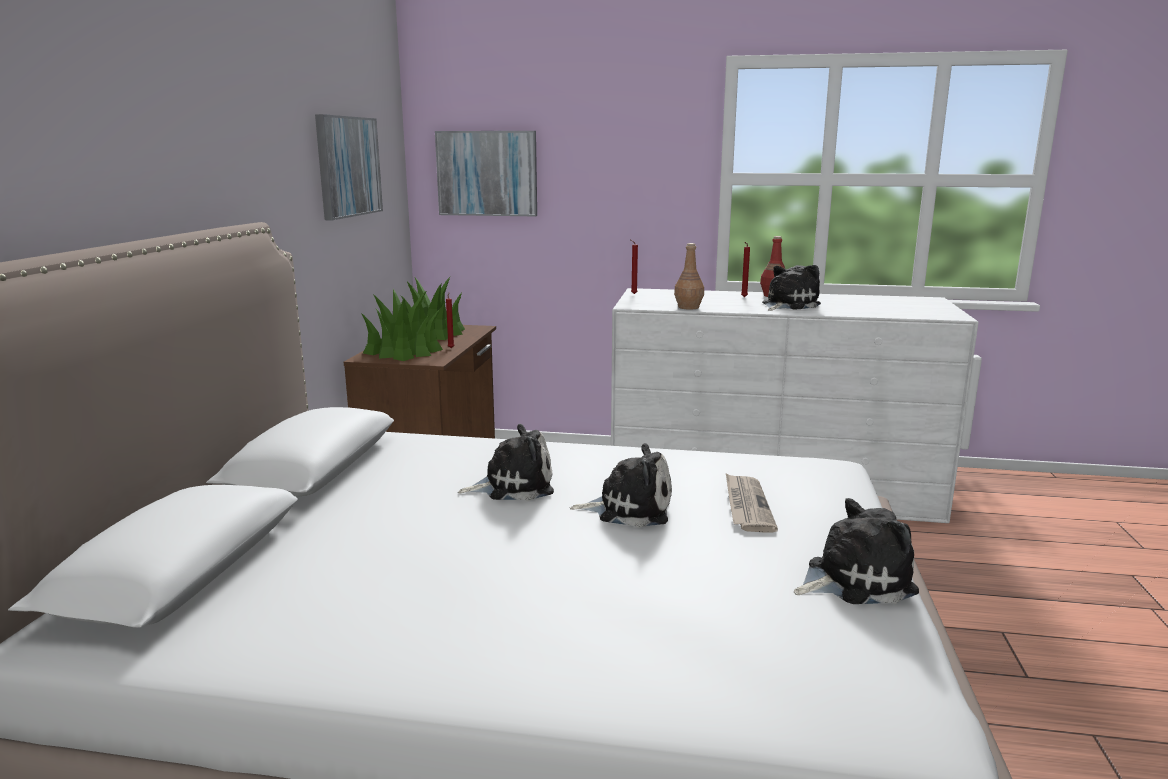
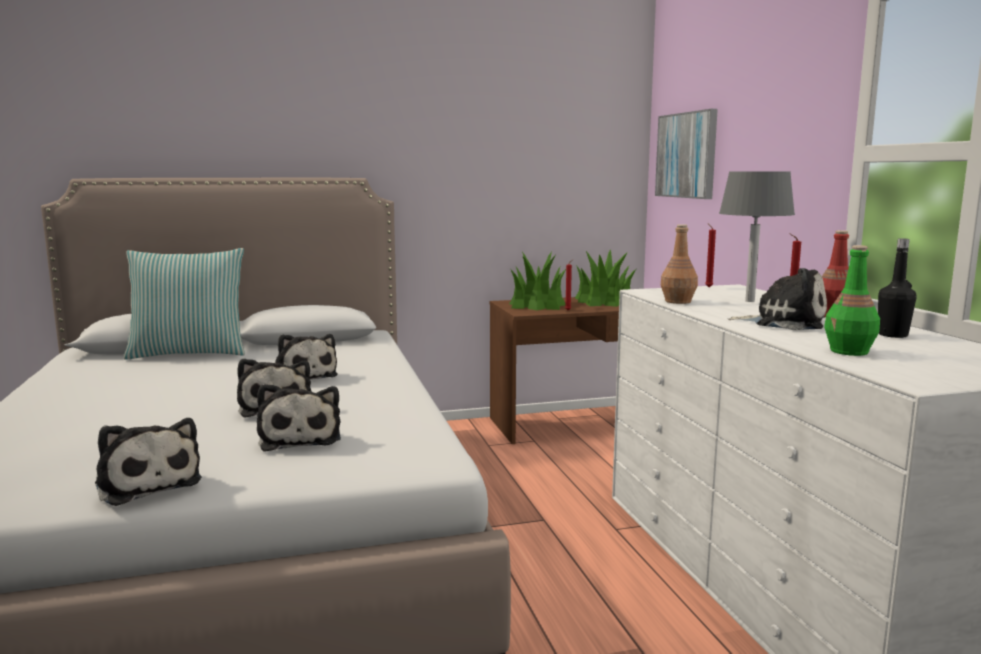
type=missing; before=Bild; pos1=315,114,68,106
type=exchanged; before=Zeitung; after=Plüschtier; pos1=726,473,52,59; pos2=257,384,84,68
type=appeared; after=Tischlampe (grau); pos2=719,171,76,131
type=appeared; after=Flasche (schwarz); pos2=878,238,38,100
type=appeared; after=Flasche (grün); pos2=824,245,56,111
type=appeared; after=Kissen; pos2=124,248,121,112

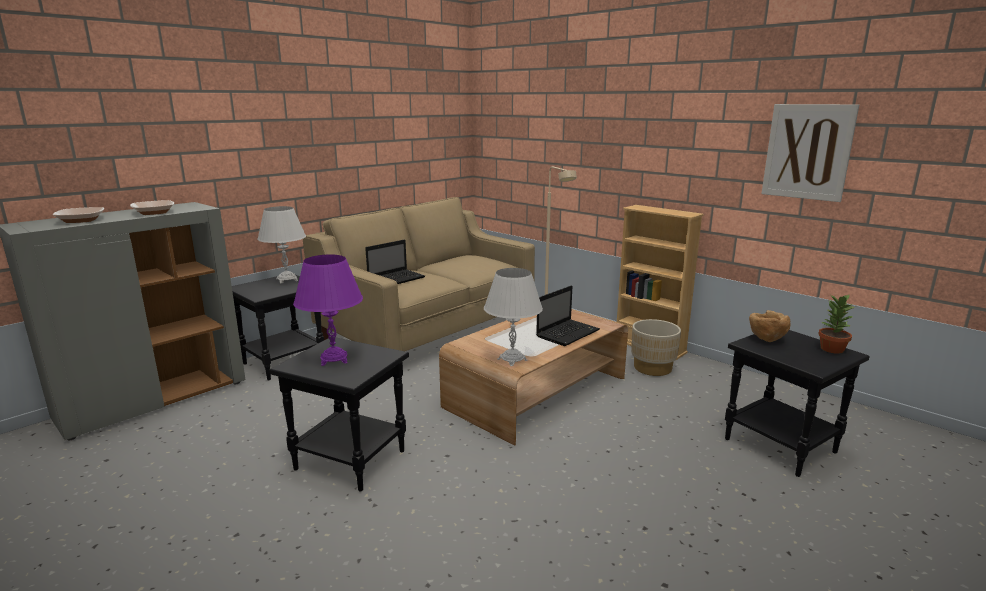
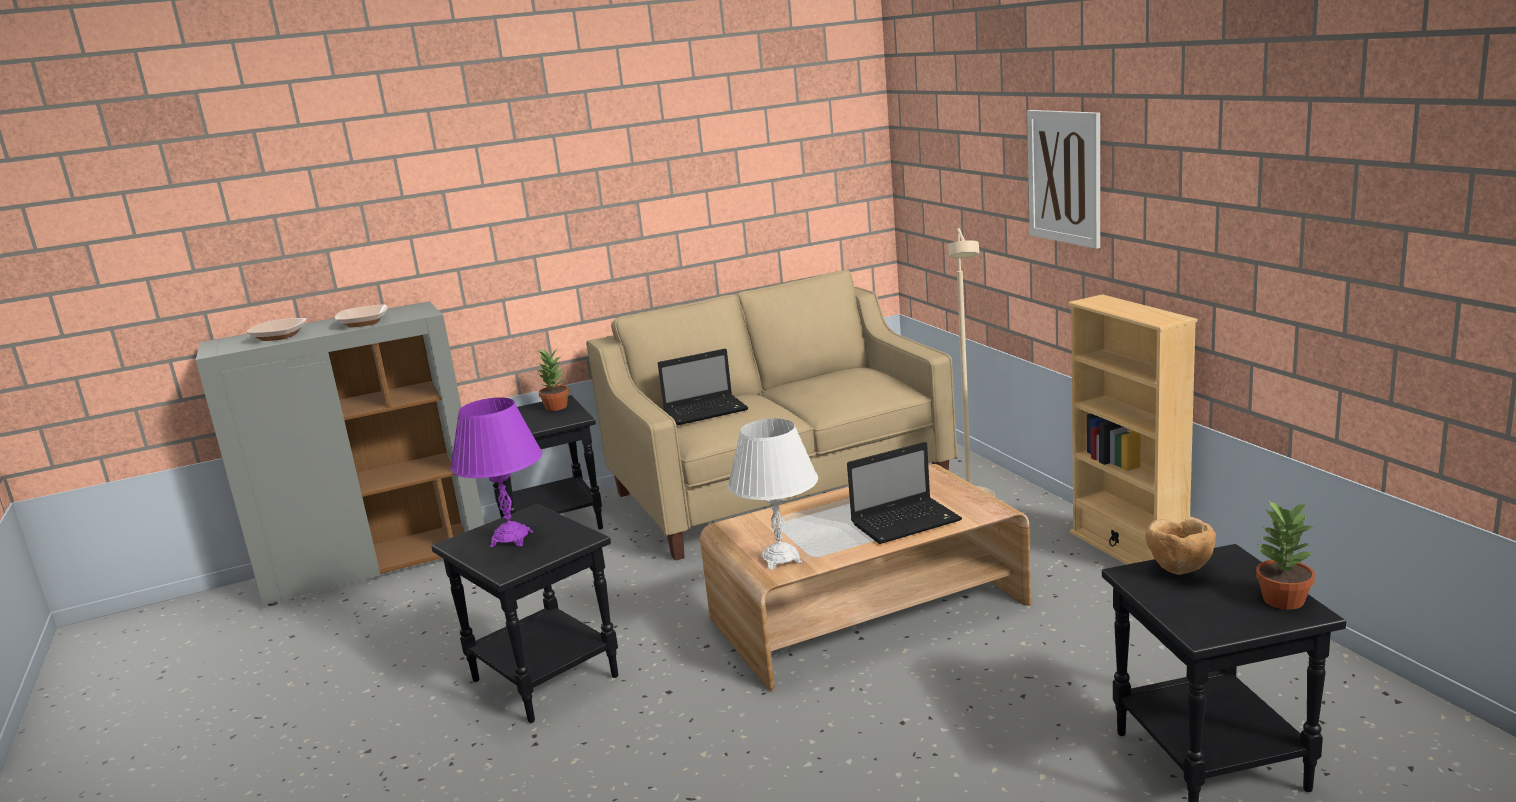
type=relocated; before=Bild; pos1=761,104,98,98; pos2=1027,110,73,139
type=exchanged; before=Tischlampe (weiß); after=Topfpflanze; pos1=257,206,49,78; pos2=536,350,33,61
type=missing; before=Pflanzkübel (beige); pos1=631,319,50,57

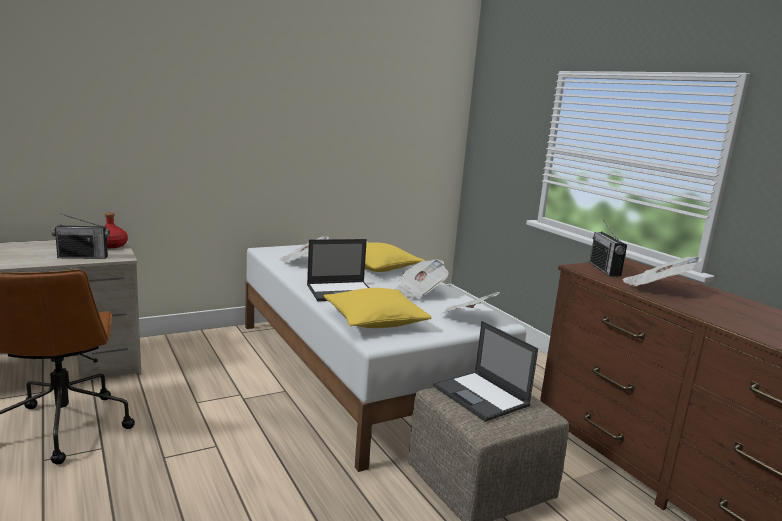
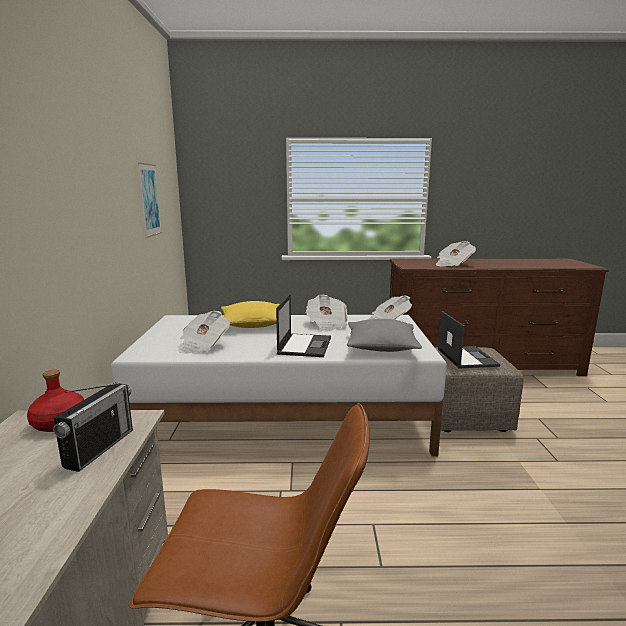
type=missing; before=Radio; pos1=589,220,38,57
type=colour; before=Kissen (gelb); after=Kissen (grau); pos1=324,288,107,40; pos2=347,319,75,33
type=spun; before=Laptop; pos1=433,321,105,101; pos2=438,311,62,58; turn=-90
type=appeared; after=Bild; pos2=138,163,24,75

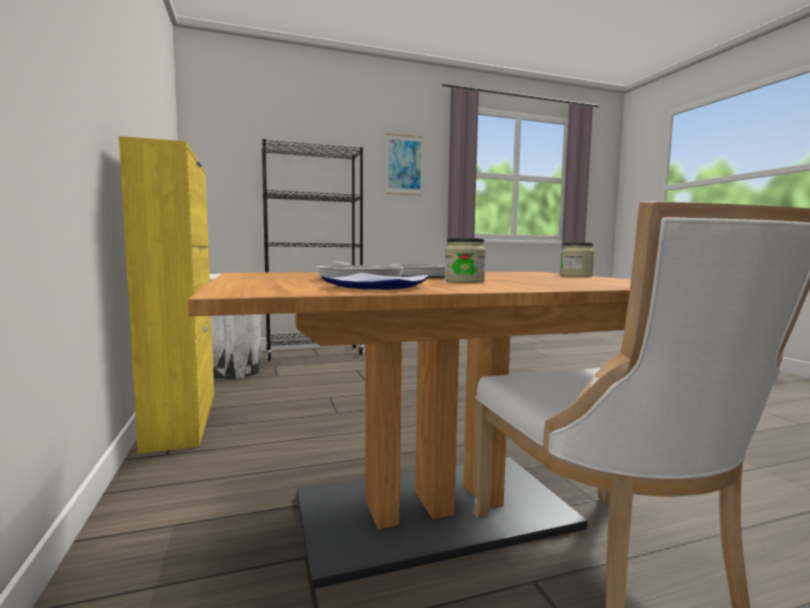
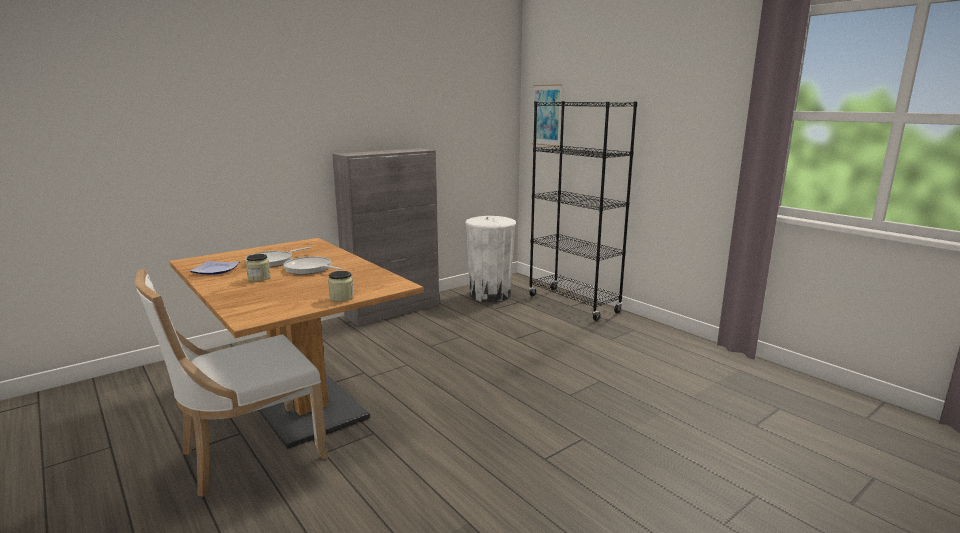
type=relocated; before=Bild; pos1=386,133,37,63; pos2=532,84,30,63
type=colour; before=Schrank (gelb); after=Schrank (grau); pos1=119,136,95,318; pos2=332,148,107,178

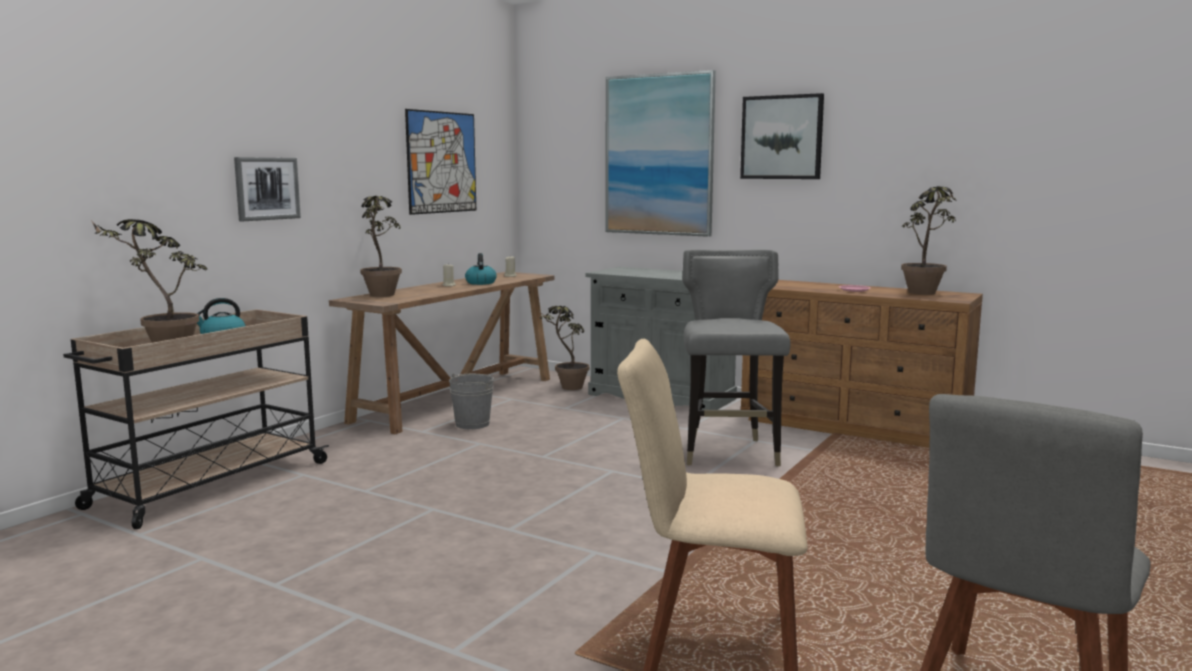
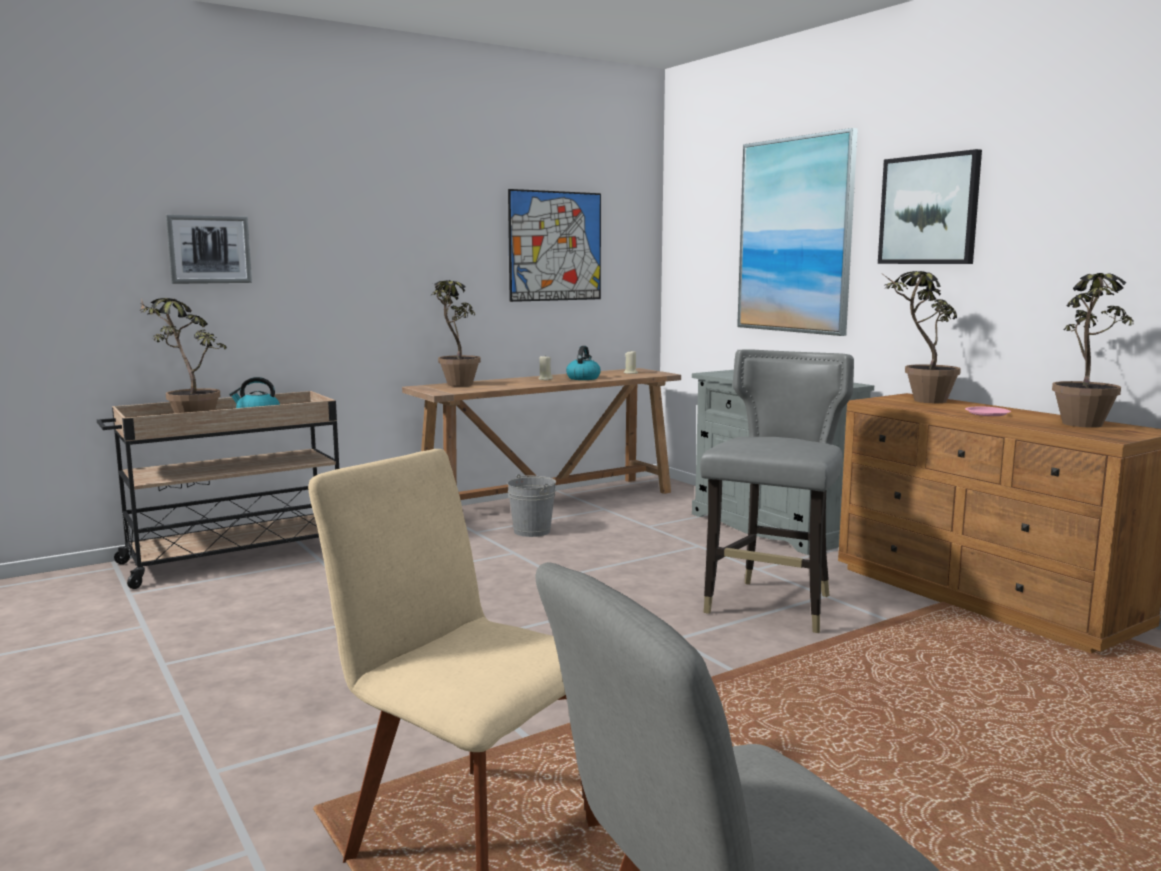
type=relocated; before=Bild; pos1=234,157,67,64; pos2=166,215,86,69
type=relocated; before=Topfpflanze; pos1=538,306,51,84; pos2=880,271,81,132

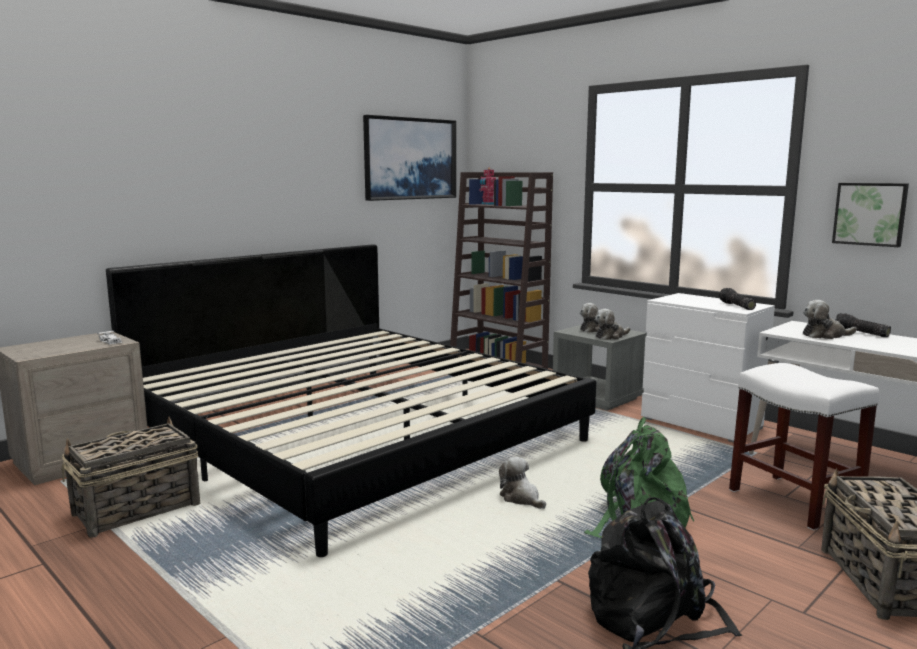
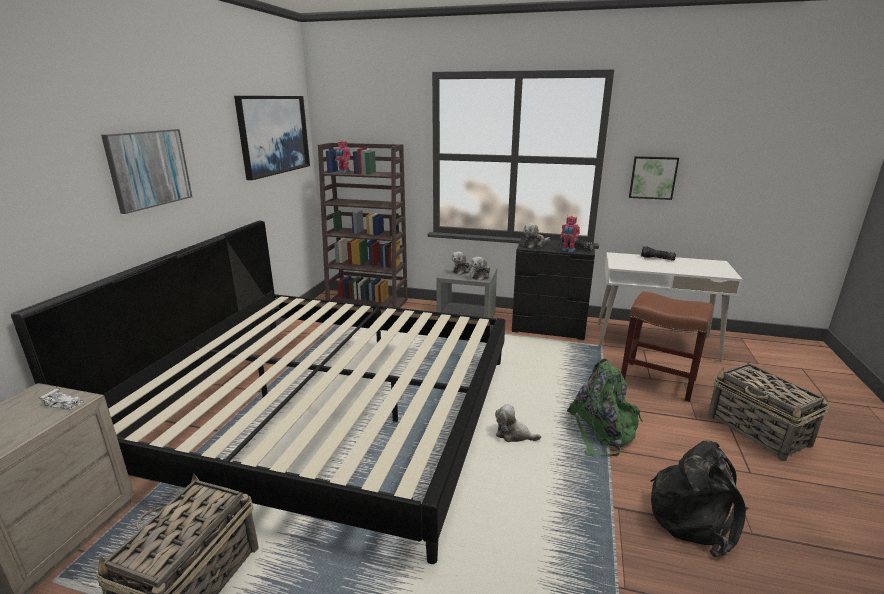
type=colour; before=Kommode (weiß); after=Kommode (schwarz); pos1=641,293,134,149; pos2=512,238,83,102
type=relocated; before=Plüschtier; pos1=803,300,54,39; pos2=523,223,27,25
type=colour; before=Hocker (weiß); after=Hocker (braun); pos1=729,363,150,167; pos2=621,291,92,111
type=appeared; after=Bild; pos2=101,129,91,85
type=appeared; after=Spielzeugroboter; pos2=560,216,20,36

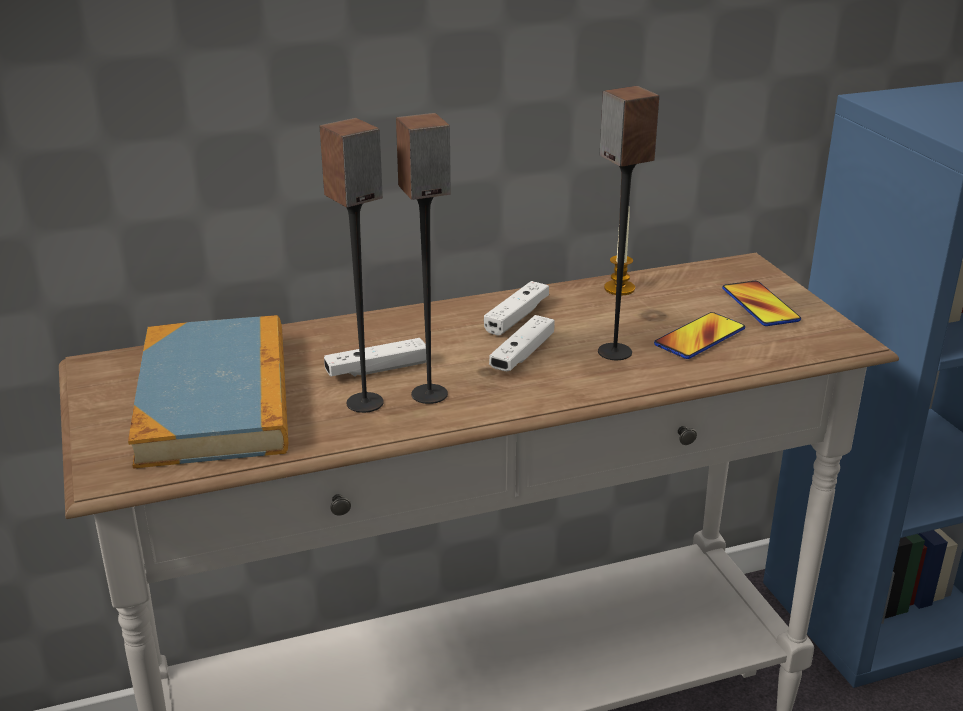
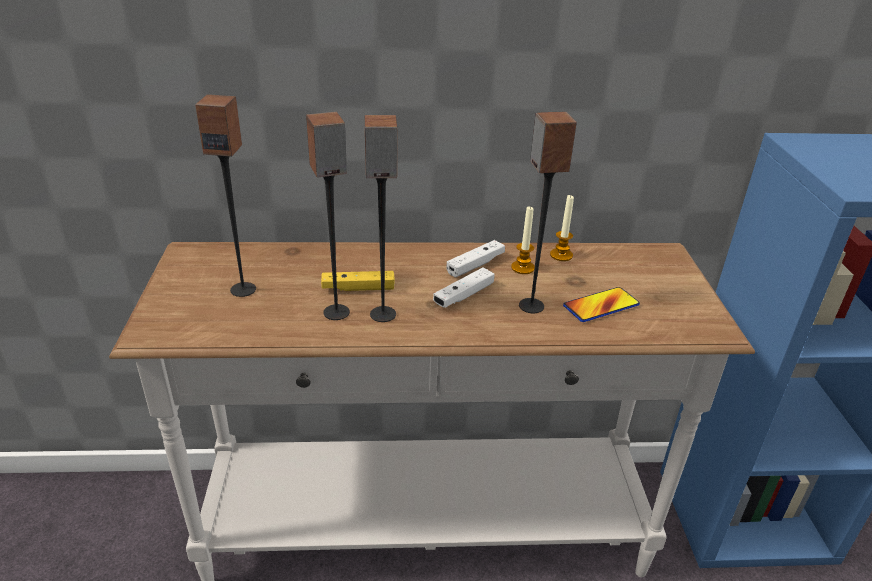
type=missing; before=Handy; pos1=722,281,79,45
type=exchanged; before=Buch; after=Lautsprecher; pos1=128,315,160,154; pos2=195,94,61,203
type=colour; before=Gamepad (weiß); after=Gamepad (gelb); pos1=324,338,102,39; pos2=321,271,74,20
type=appeared; after=Kerze; pos2=511,205,24,69

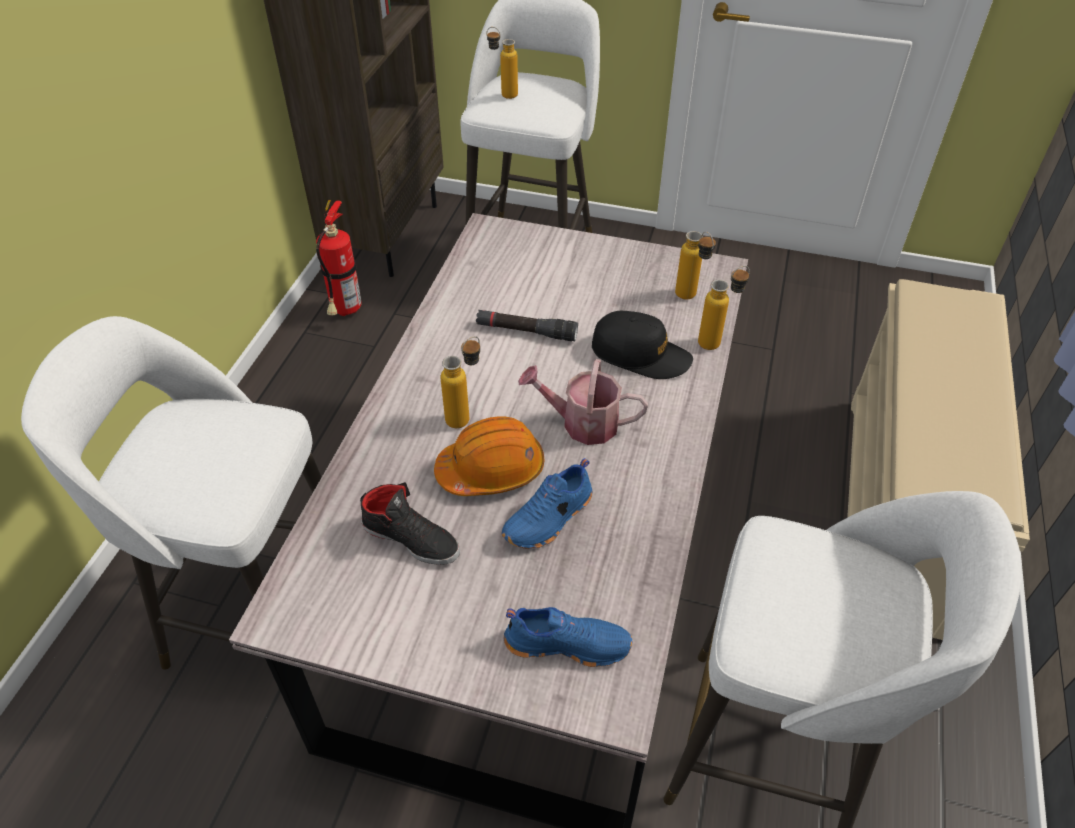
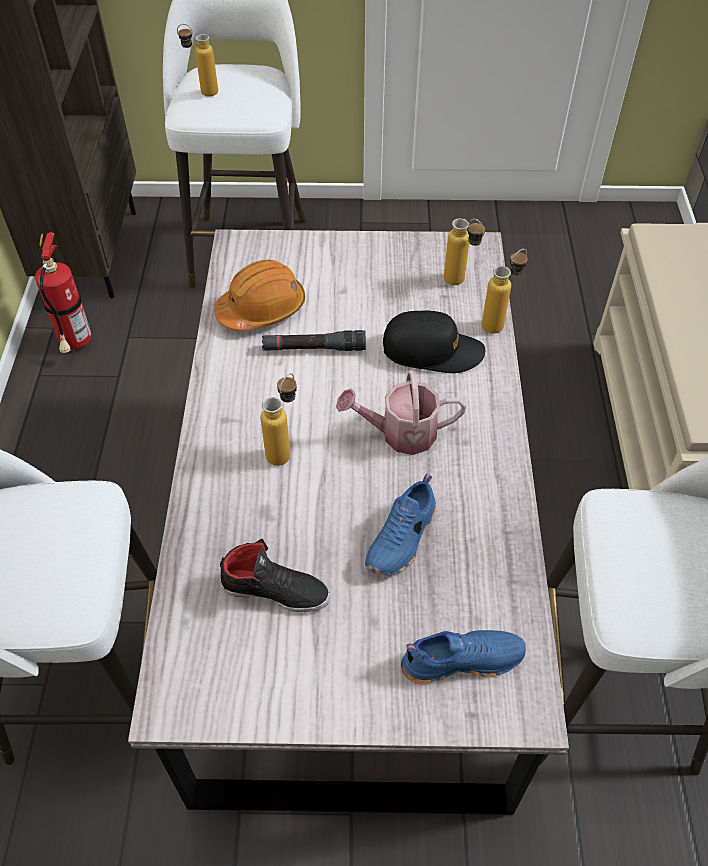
type=relocated; before=Schutzhelm (orange); pos1=434,416,110,80; pos2=214,260,91,71

